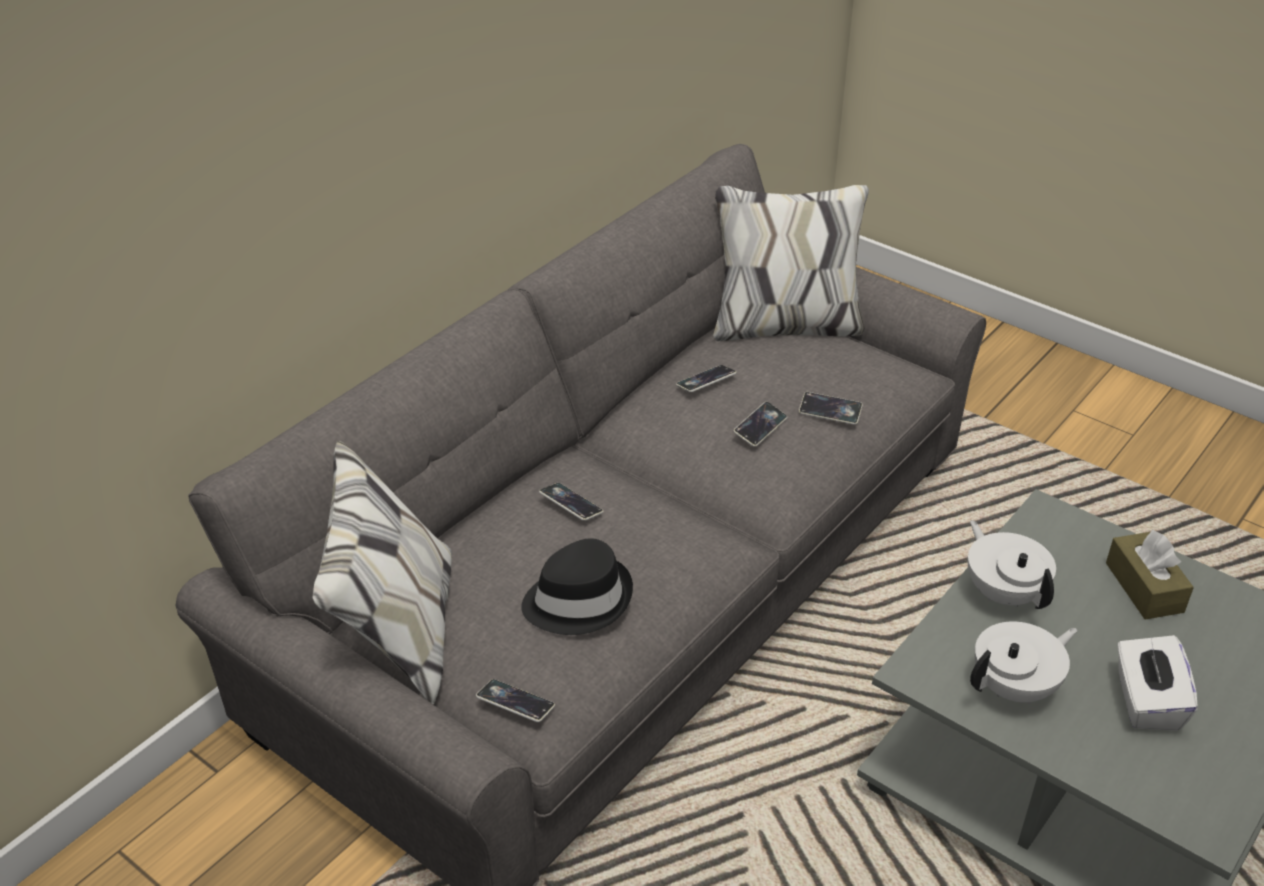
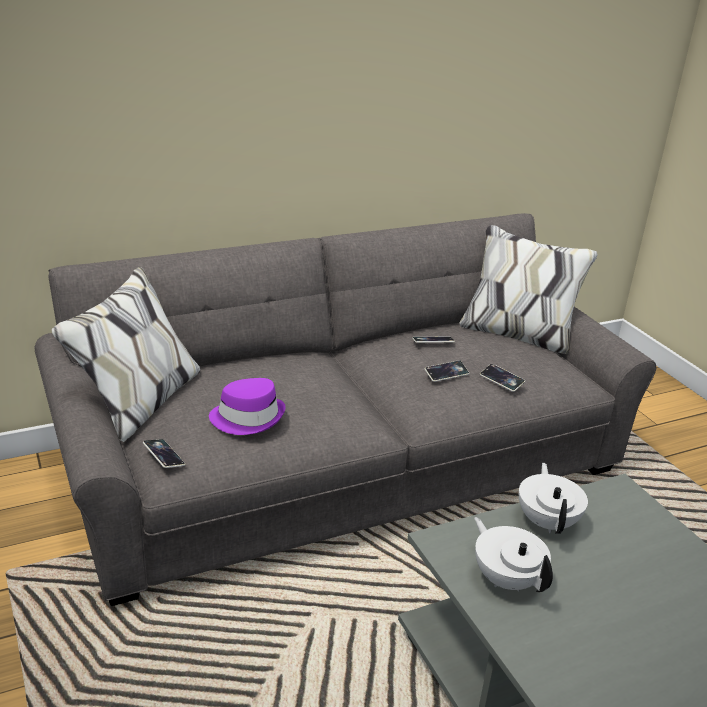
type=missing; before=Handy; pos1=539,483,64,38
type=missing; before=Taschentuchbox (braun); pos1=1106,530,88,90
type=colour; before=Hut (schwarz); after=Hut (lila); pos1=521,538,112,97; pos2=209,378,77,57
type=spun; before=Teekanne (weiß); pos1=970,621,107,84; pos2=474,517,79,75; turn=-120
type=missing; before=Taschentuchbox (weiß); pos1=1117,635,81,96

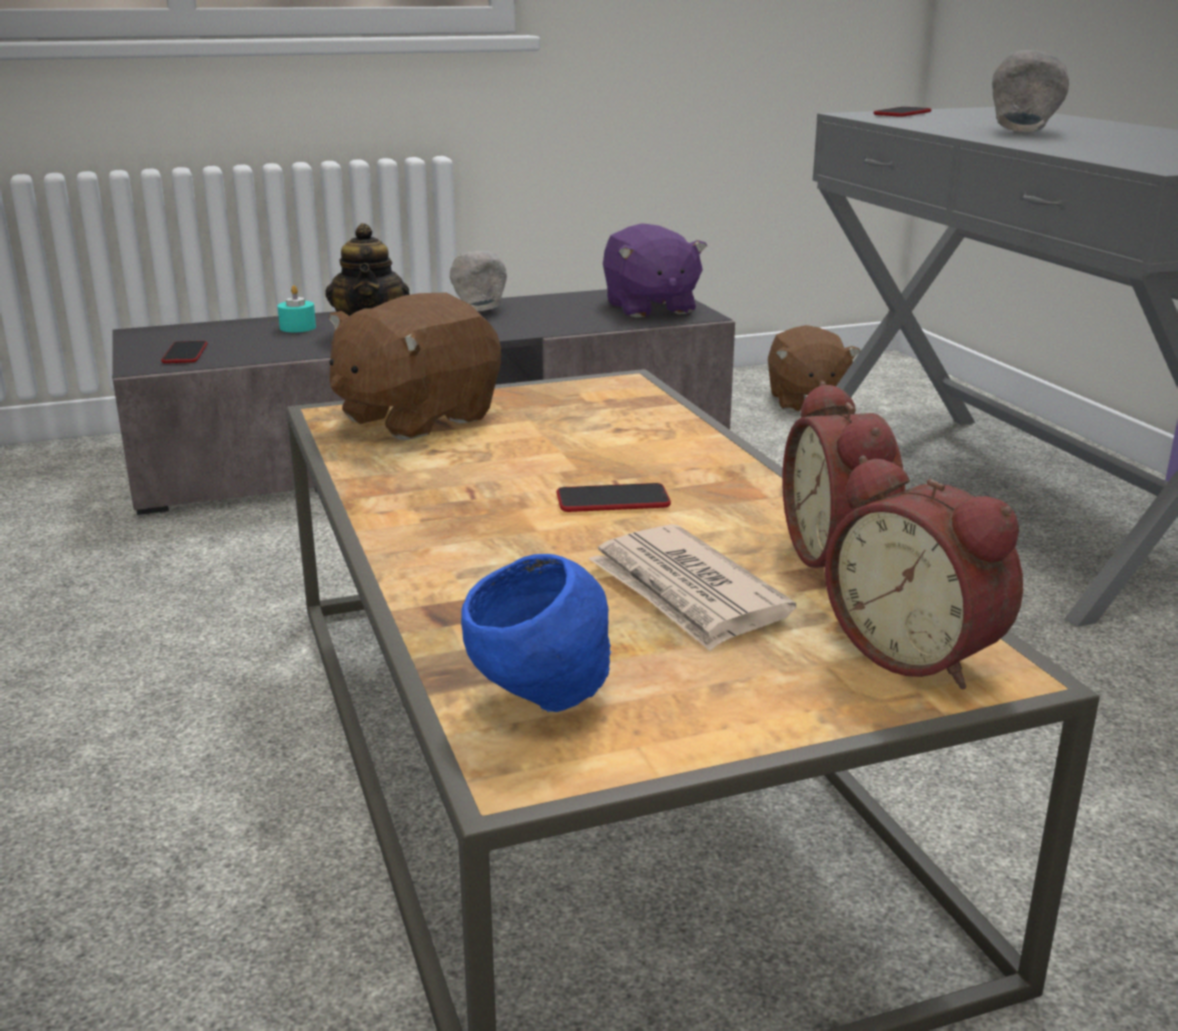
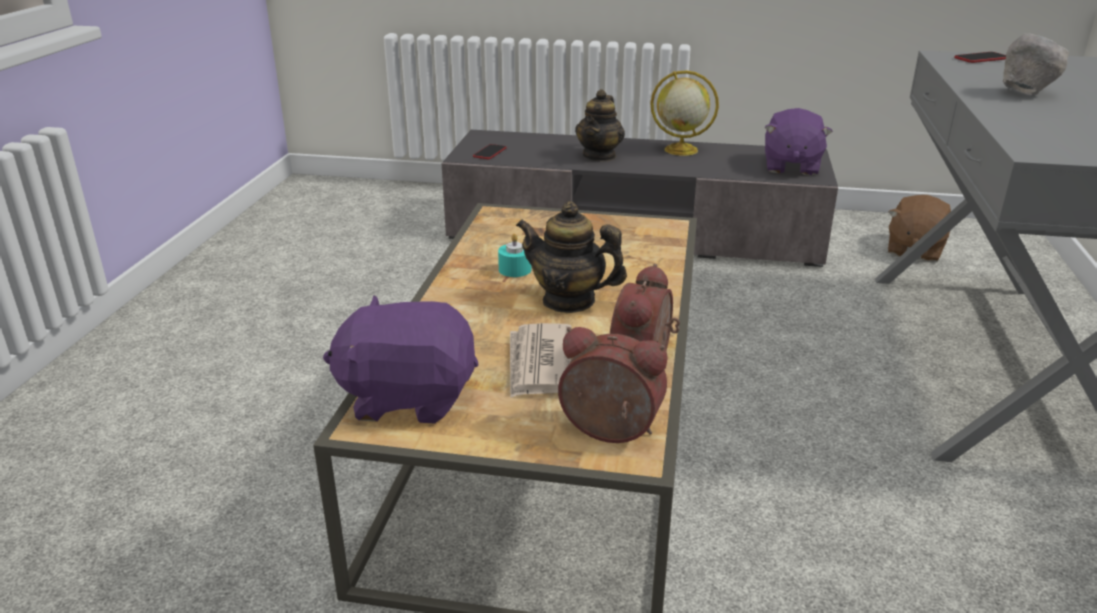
type=exchanged; before=Schüssel (grau); after=Globus; pos1=450,251,57,60; pos2=650,70,69,86
type=relocated; before=Kerze (türkis); pos1=278,285,38,47; pos2=498,233,33,44
type=missing; before=Plüschtier (braun); pos1=329,293,172,147
type=spun; before=Wecker; pos1=825,456,198,233; pos2=558,327,109,116; turn=120
type=exchanged; before=Handy; after=Teekanne; pos1=557,483,114,29; pos2=516,201,111,112
type=exchanged; before=Schüssel (blau); after=Plüschtier (lila); pos1=461,554,150,158; pos2=323,295,156,129

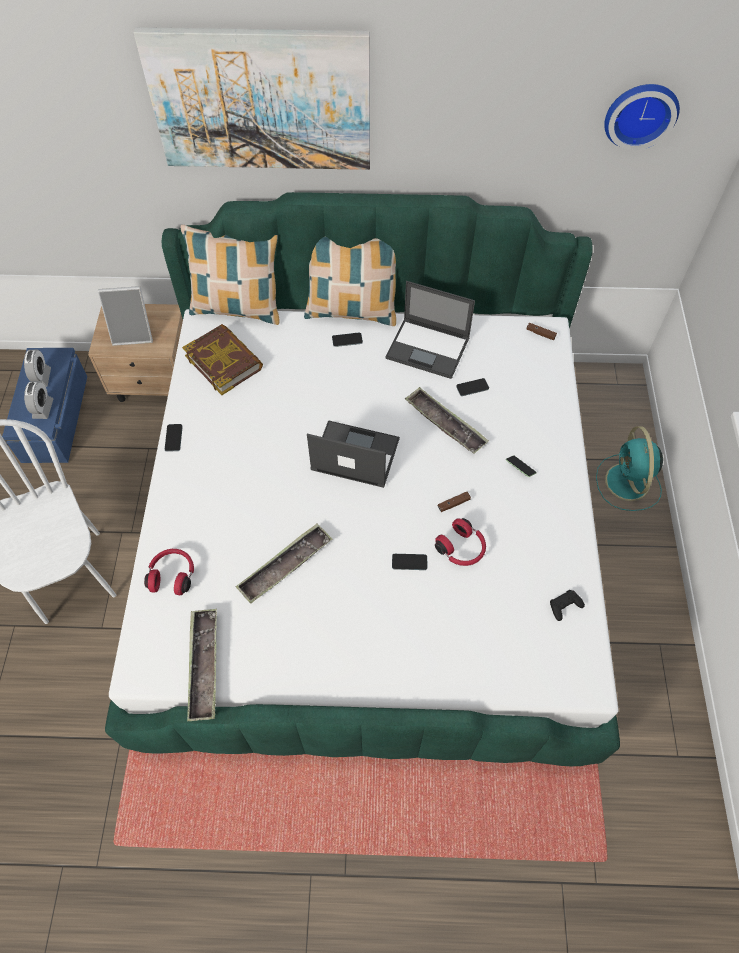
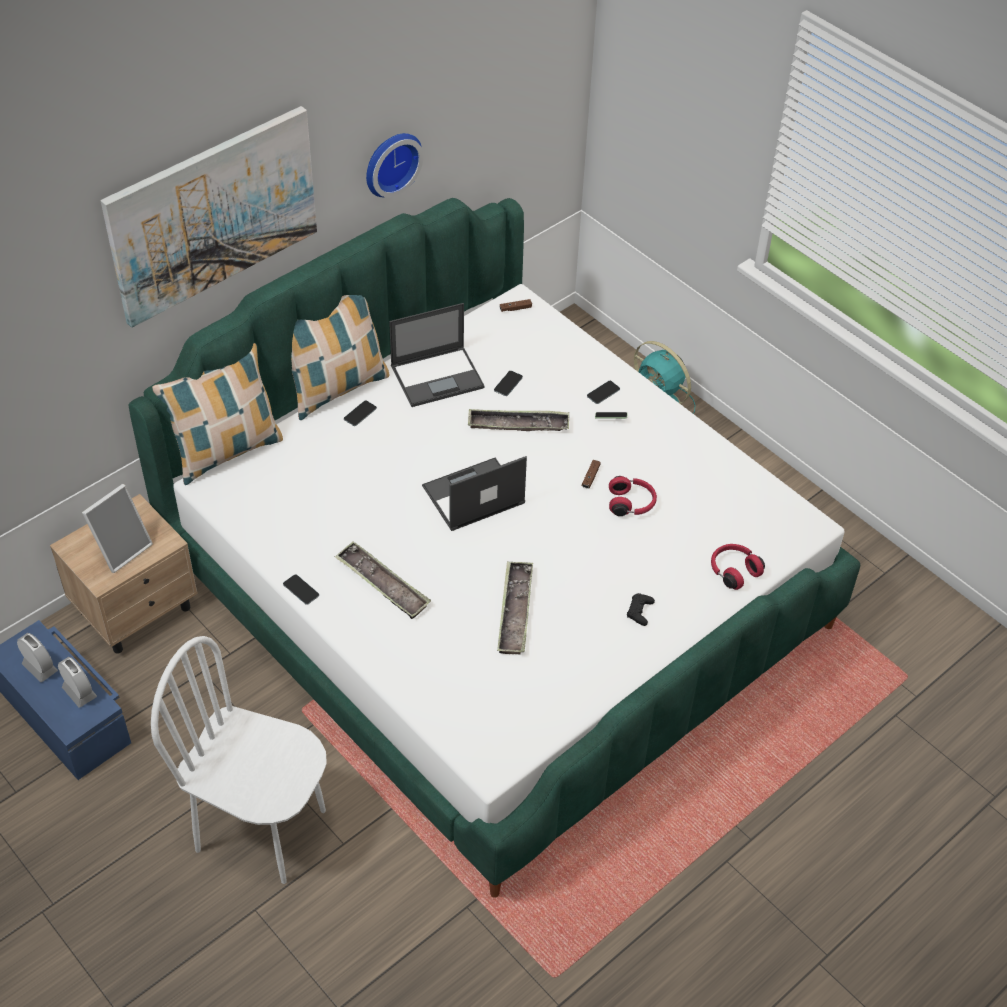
type=relocated; before=Wanduhr; pos1=604,84,76,66; pos2=366,133,57,64
type=missing; before=Buch; pos1=182,324,81,71
type=relocated; before=Kopfhörer (rot); pos1=144,549,50,46; pos2=711,544,54,46
type=relocated; before=Handy; pos1=392,554,35,16; pos2=587,381,33,23
type=relocated; before=Gamepad (schwarz); pos1=550,590,35,31; pos2=627,593,28,33
type=relocated; before=Tablett; pos1=187,609,30,113; pos2=335,541,96,78

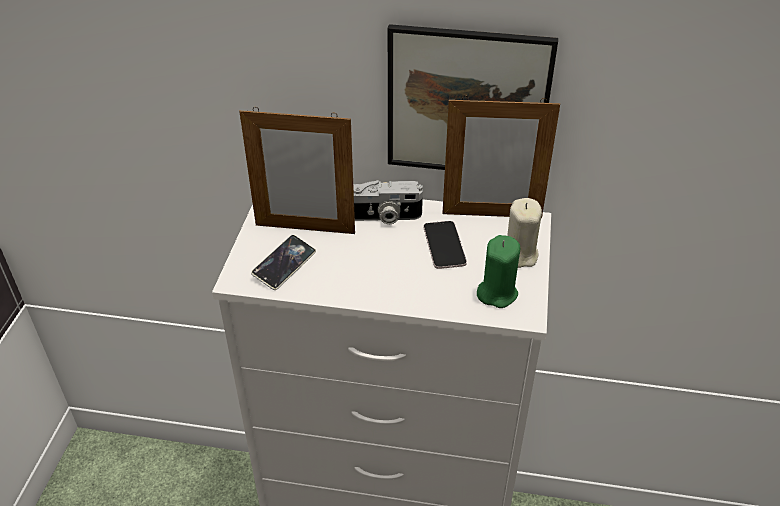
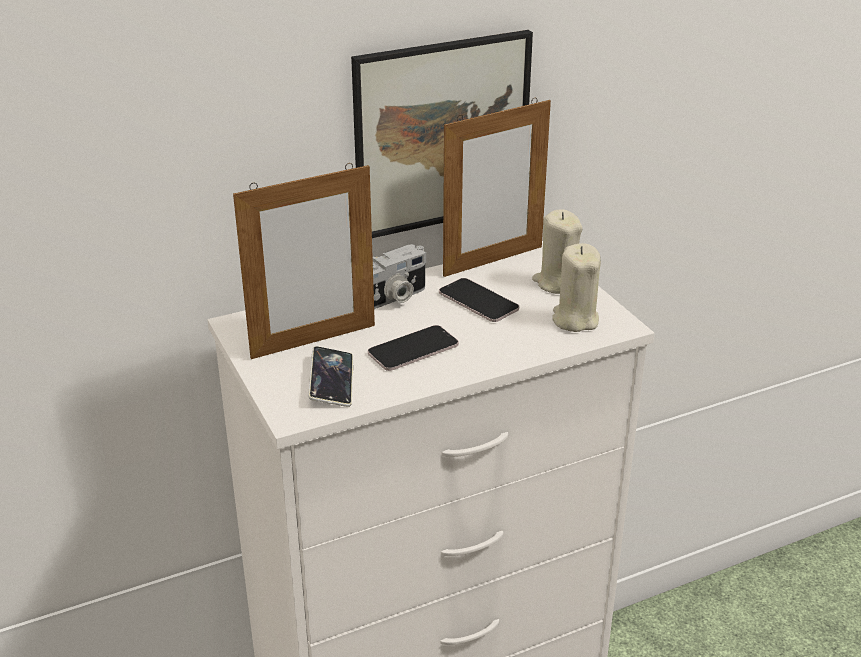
type=colour; before=Kerze (grün); after=Kerze (beige); pos1=477,235,43,73; pos2=552,243,49,89
type=appeared; after=Handy; pos2=368,325,91,46

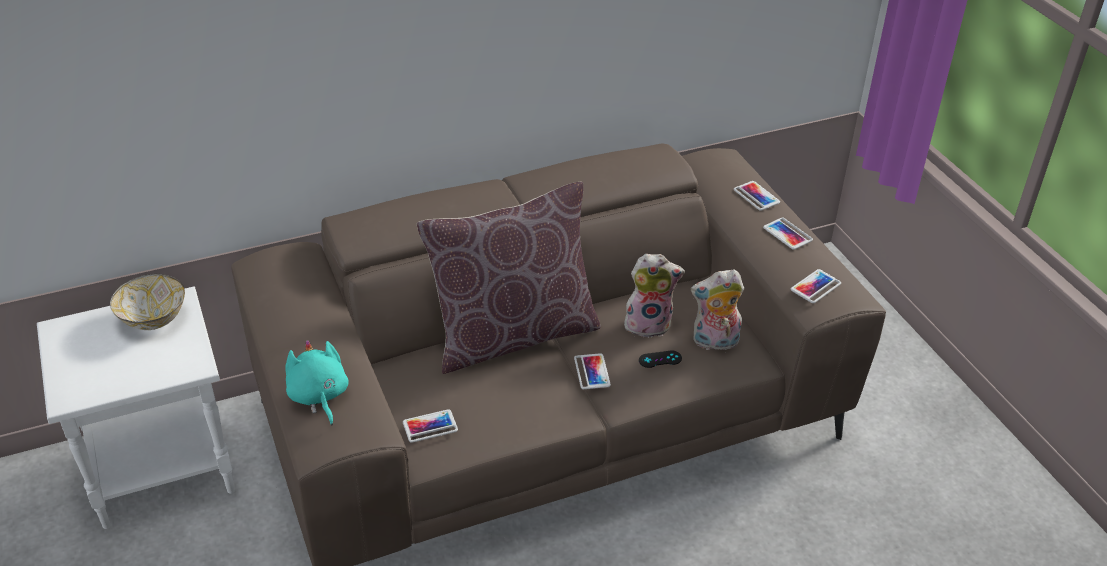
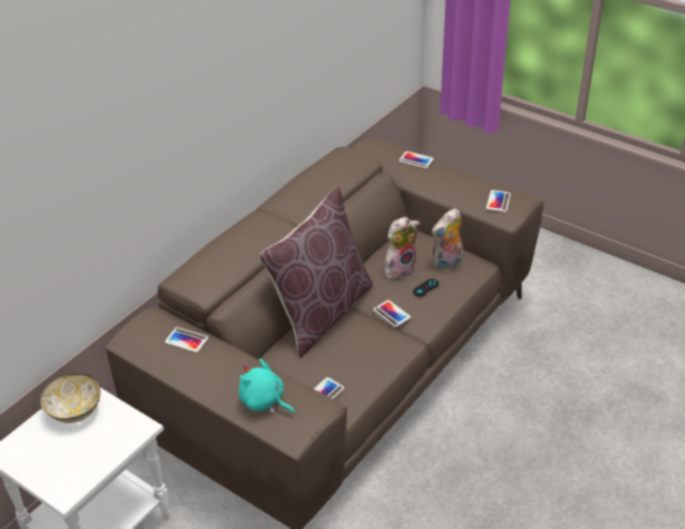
type=relocated; before=Handy; pos1=763,218,50,32; pos2=165,327,43,25

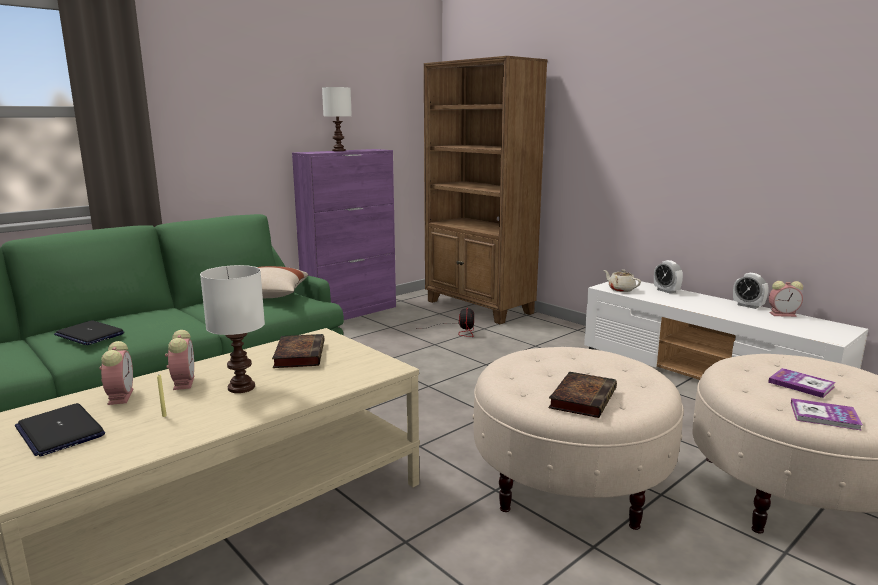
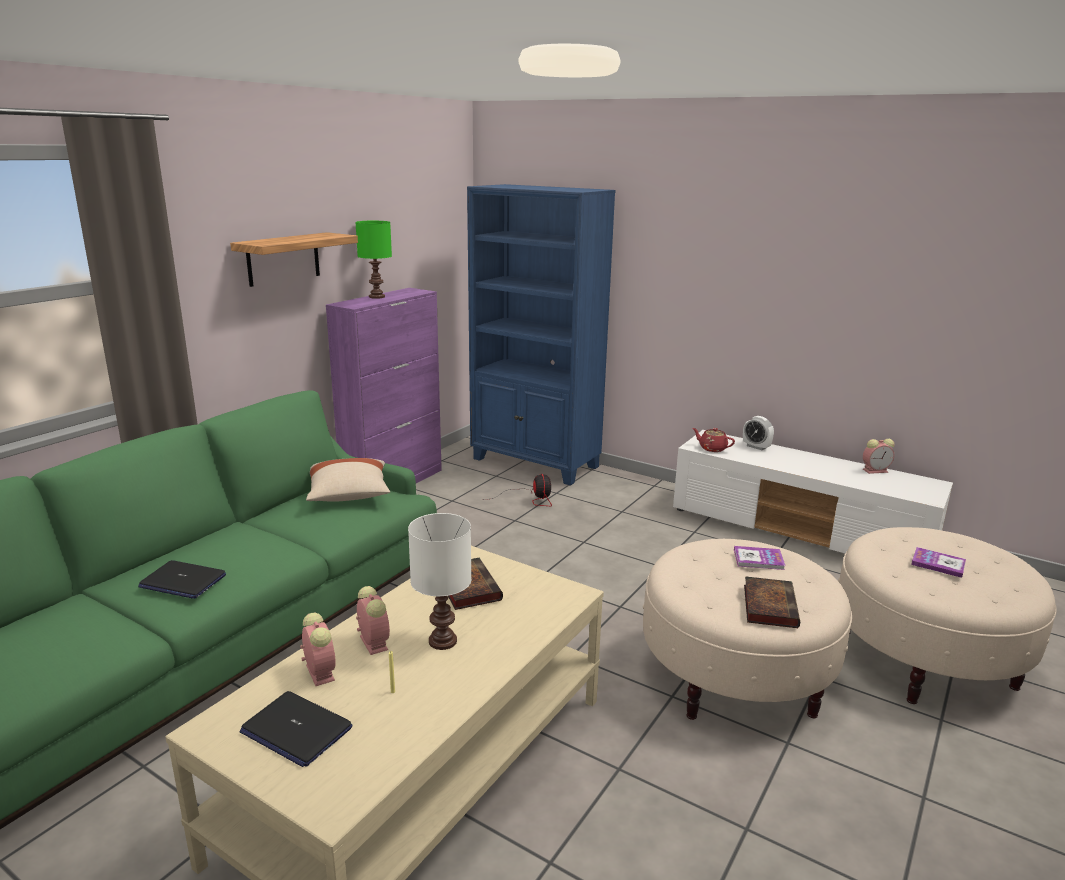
type=colour; before=Bücherregal (braun); after=Bücherregal (blau); pos1=424,56,124,268; pos2=467,184,149,302
type=colour; before=Tischlampe (weiß); after=Tischlampe (grün); pos1=322,87,30,64; pos2=355,221,37,78
type=colour; before=Teekanne (beige); after=Teekanne (rot); pos1=604,269,37,23; pos2=692,428,43,24
type=missing; before=Wecker; pos1=733,273,35,36
type=relocated; before=Buch; pos1=791,398,72,33; pos2=734,546,52,24
type=appeared; after=Wandregal; pos2=230,232,128,55

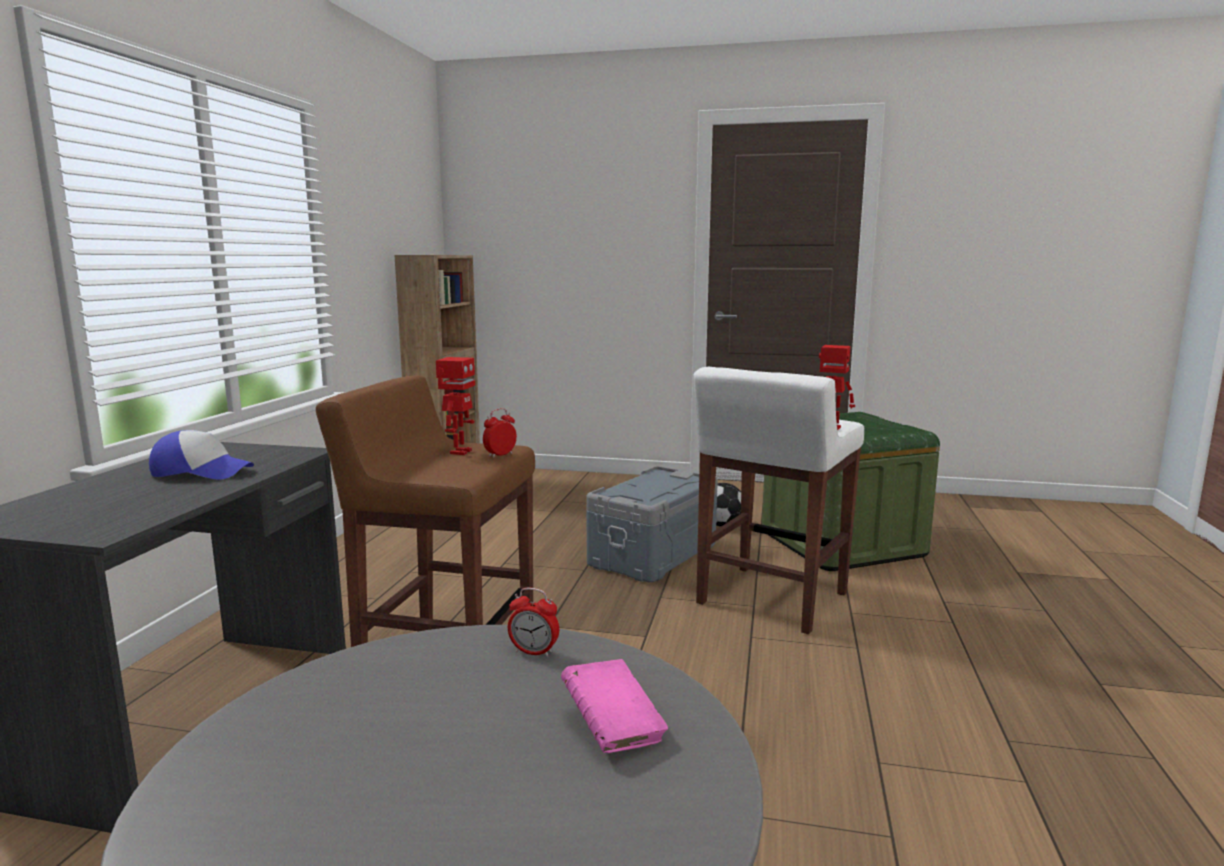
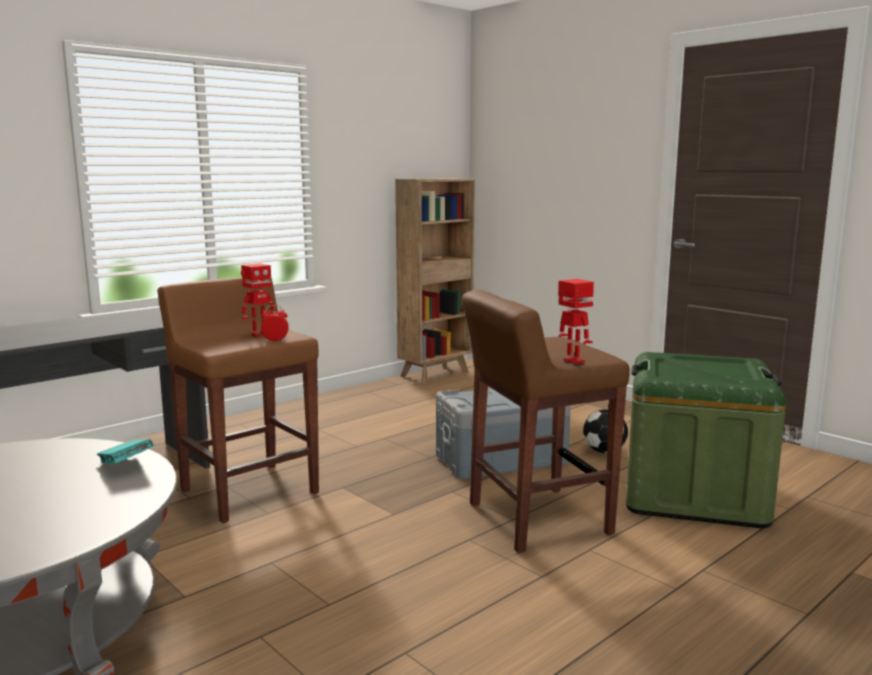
type=colour; before=Hocker (weiß); after=Hocker (braun); pos1=693,367,171,267; pos2=462,290,168,263
type=missing; before=Kappe; pos1=149,430,105,49
type=exchanged; before=Wecker; after=Buch (türkis); pos1=508,588,51,69; pos2=97,439,56,25
type=missing; before=Buch (rosa); pos1=561,659,107,94

